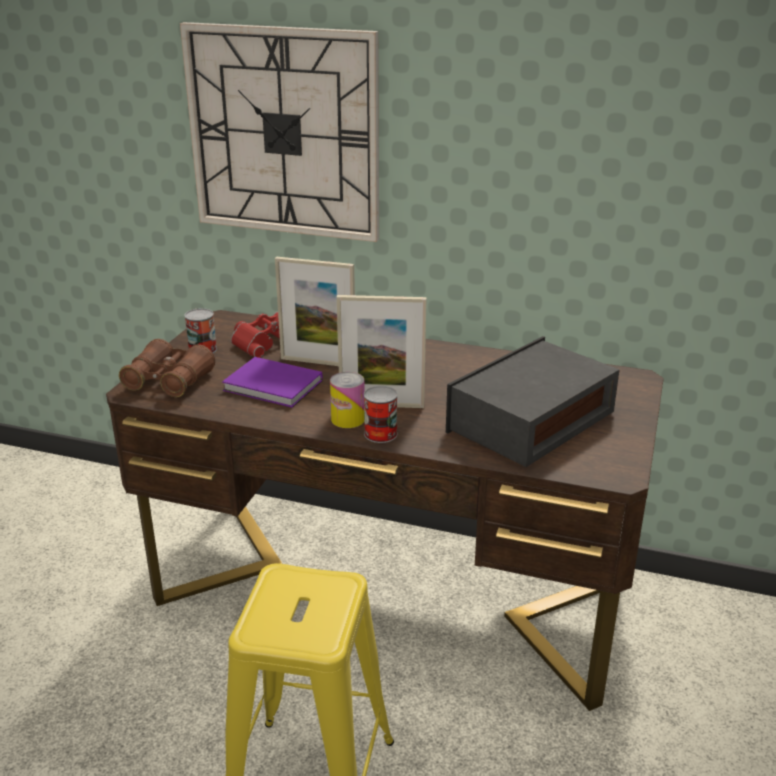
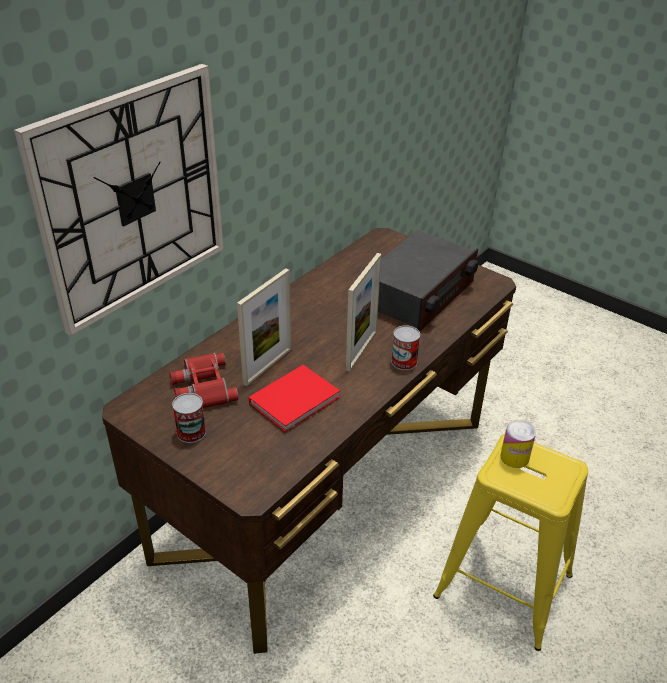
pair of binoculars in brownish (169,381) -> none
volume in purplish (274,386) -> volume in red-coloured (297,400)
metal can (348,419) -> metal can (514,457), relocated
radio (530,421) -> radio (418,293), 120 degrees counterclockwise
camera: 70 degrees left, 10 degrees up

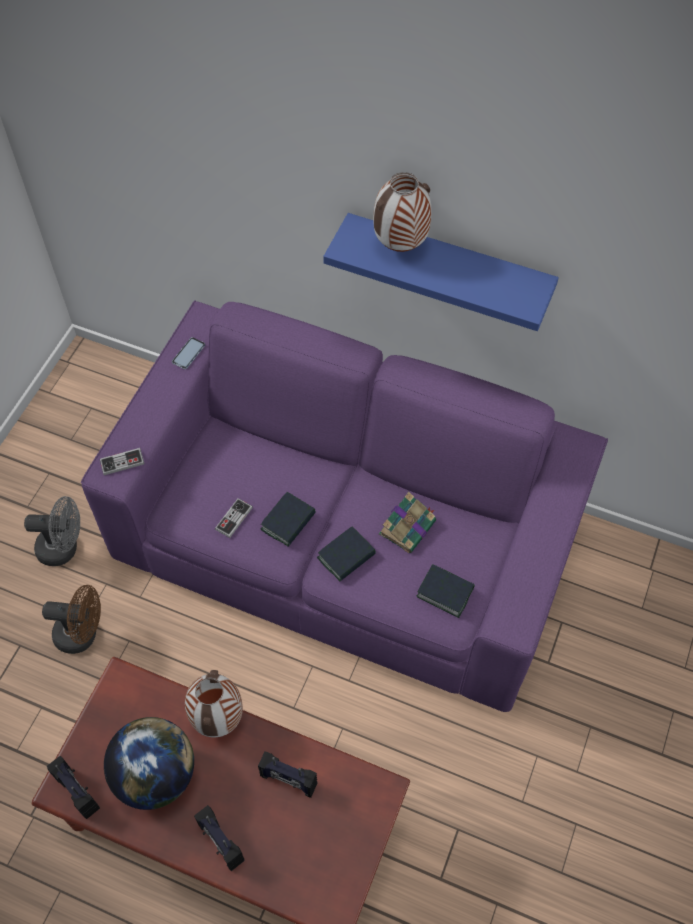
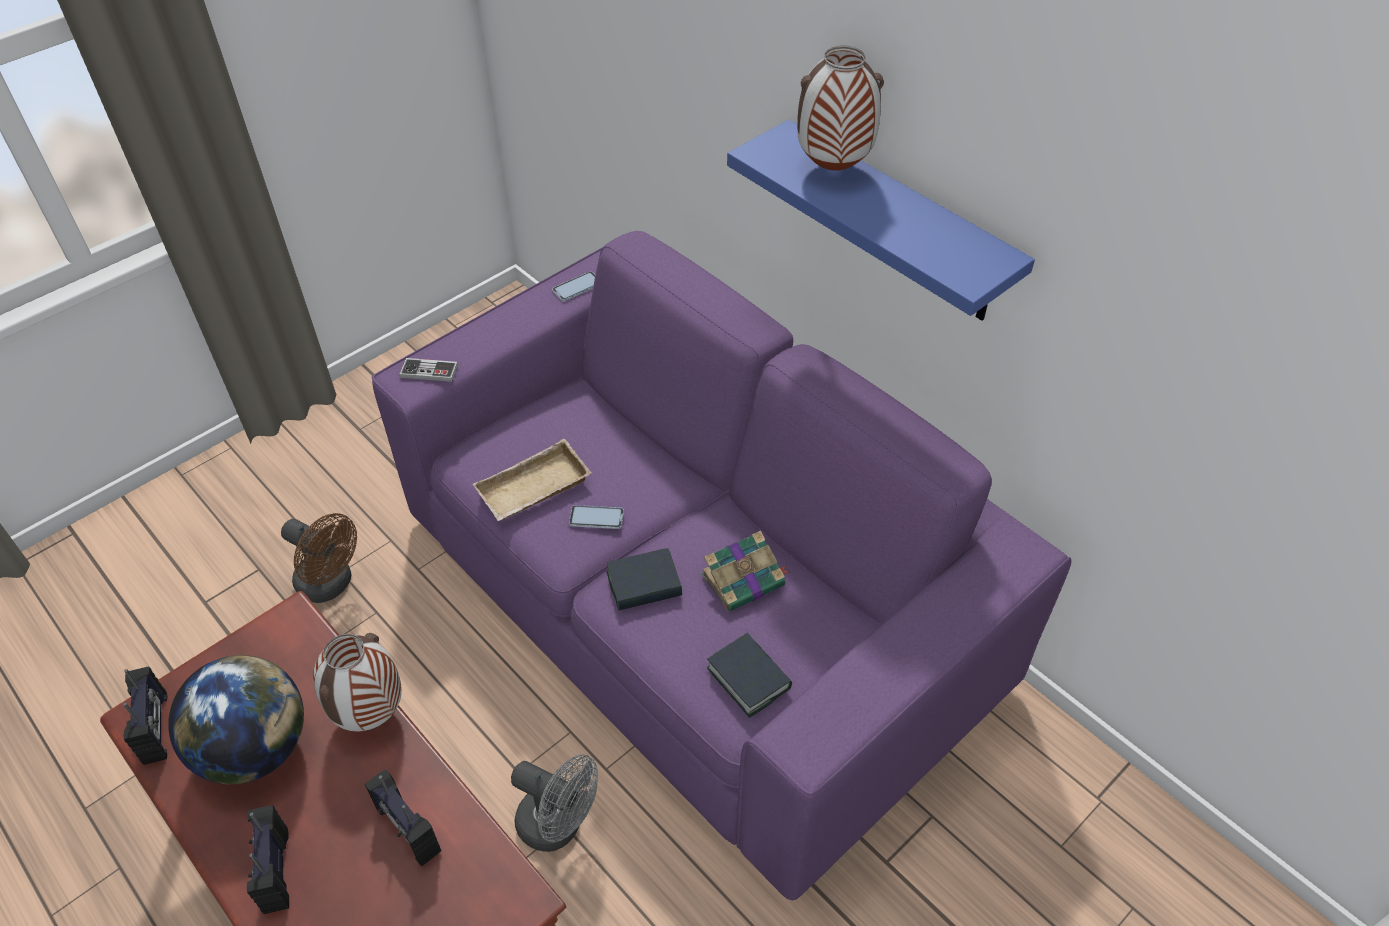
cooling fan in greyish (64,548) -> cooling fan in greyish (559,825), relocated
gamepad (234,518) -> tray in beige-coloured (533,490)
volume (288,522) -> phone (596,518)
camera: 25 degrees right, 10 degrees down

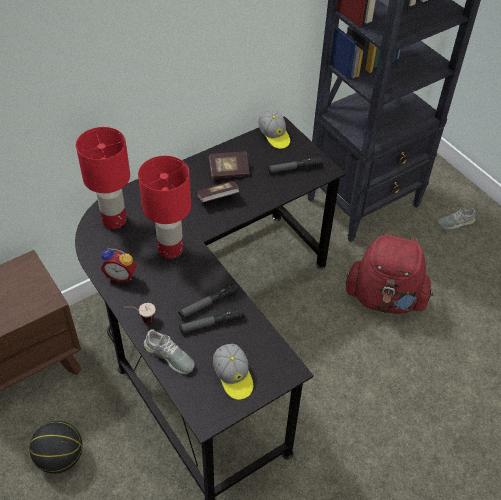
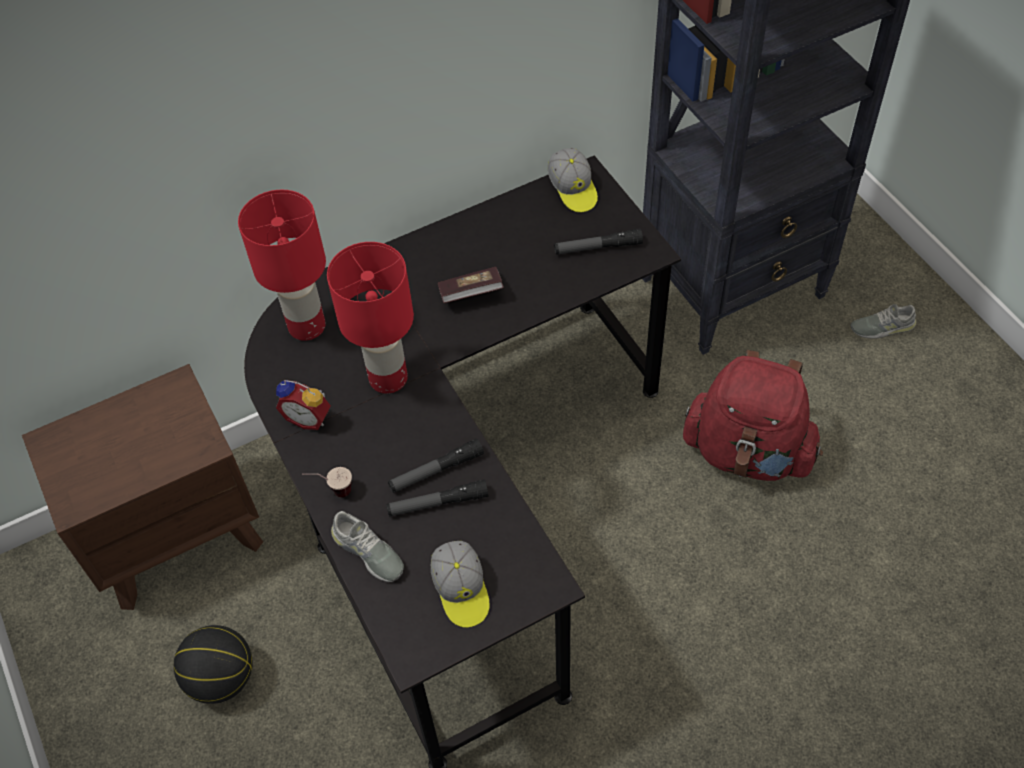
volume (229,171) -> none
camera: 10 degrees right, 5 degrees up

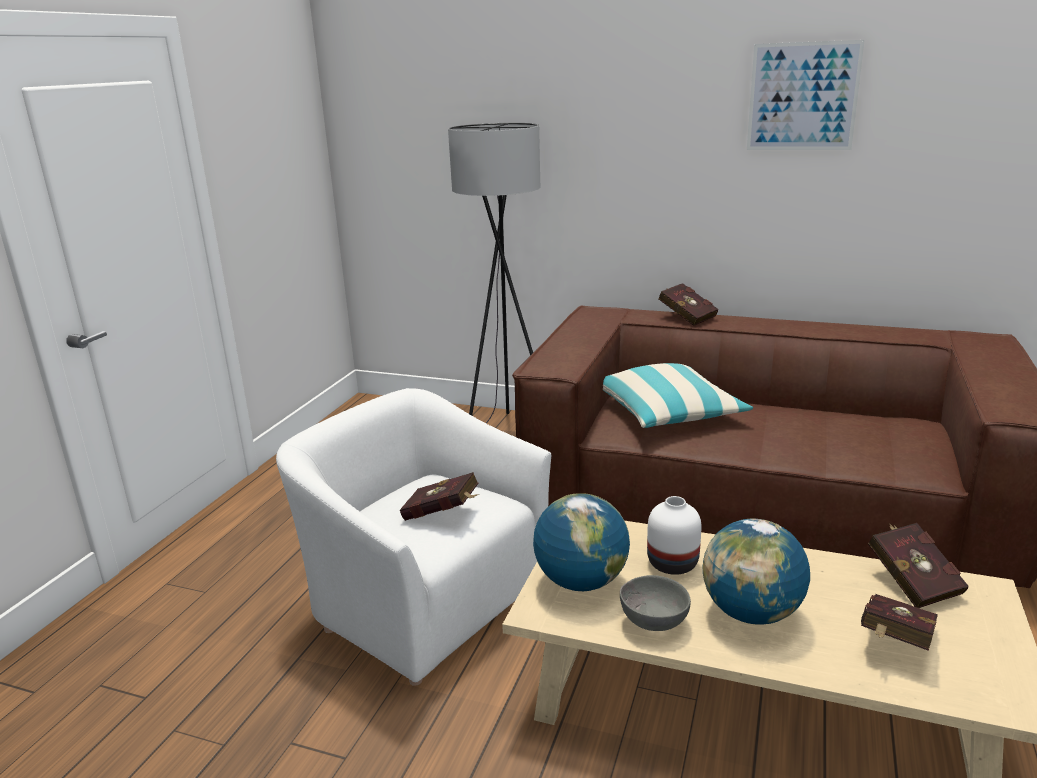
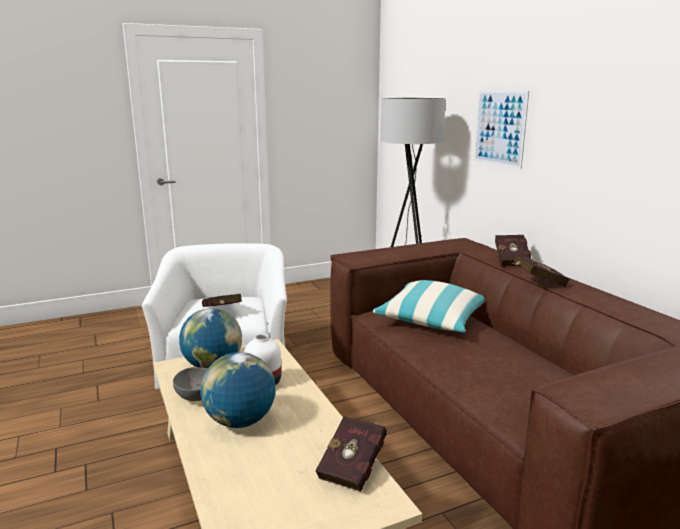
wall picture (803,97) -> wall picture (500,128), relocated
volume in red-coloured (894,643) -> volume in red-coloured (537,283), relocated
camera: 45 degrees right, 5 degrees down

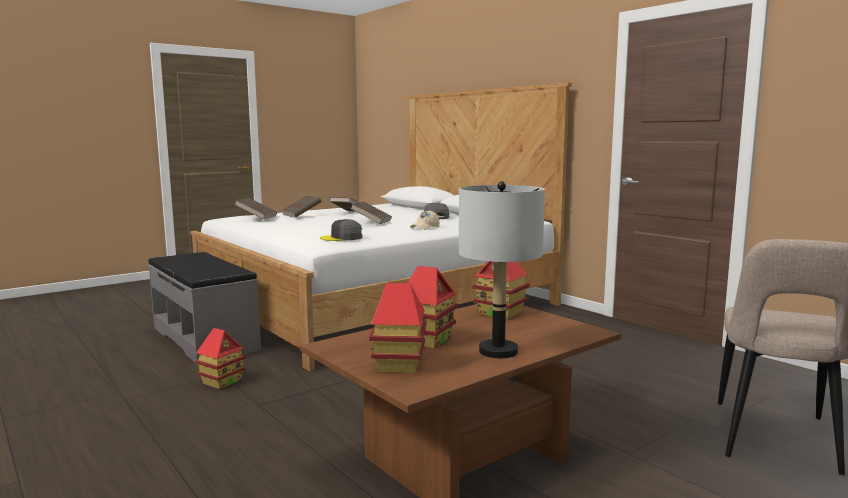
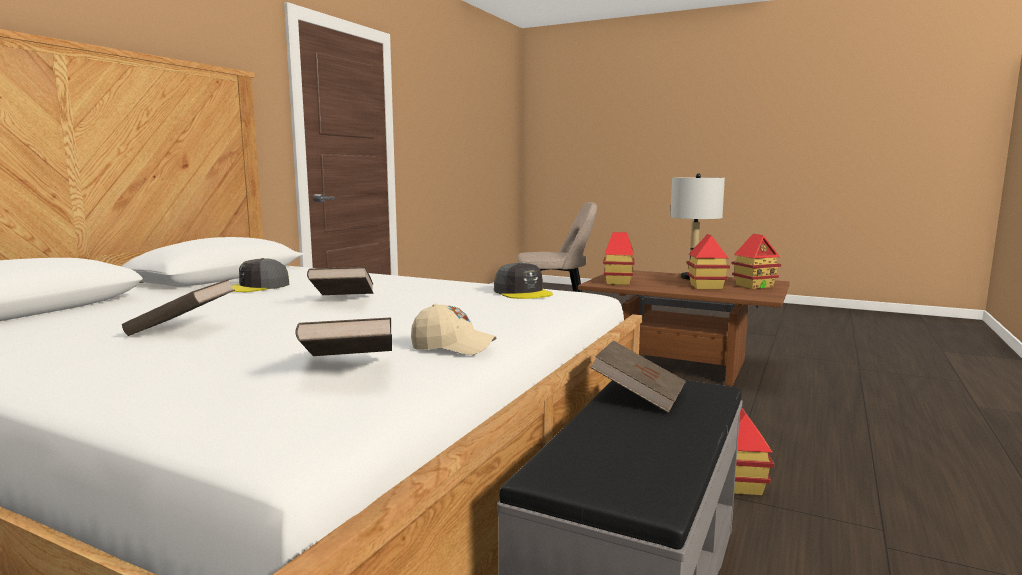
volume in brownish (301,215) -> volume in brownish (638,396), relocated
baseball cap in beige-coloured (425,228) -> baseball cap in beige-coloured (453,347), relocated
camera: 115 degrees left, 0 degrees up

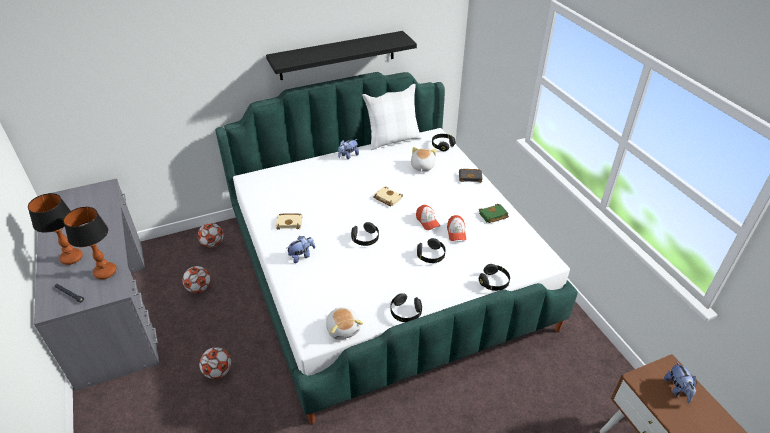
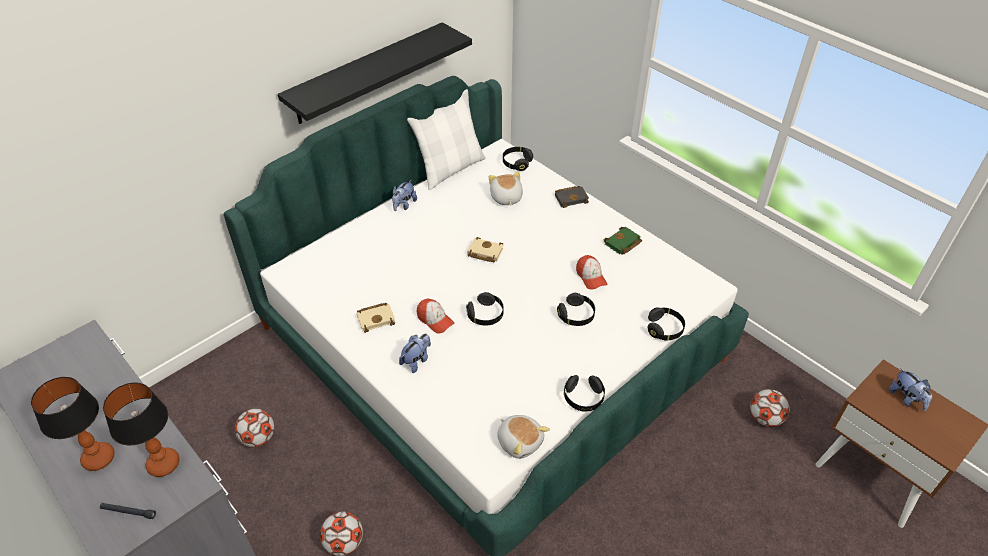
football (213,244) -> football (765,418), relocated
baseball cap (427,221) -> baseball cap (435,320), relocated
camera: 20 degrees left, 5 degrees up

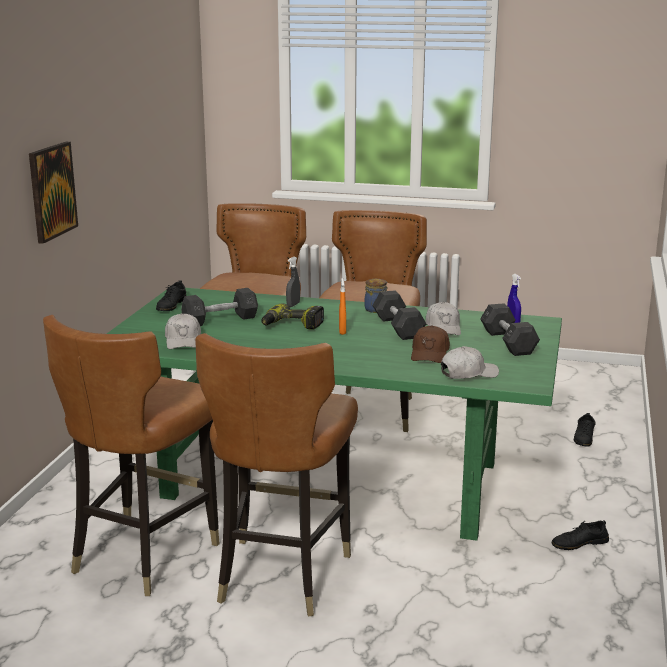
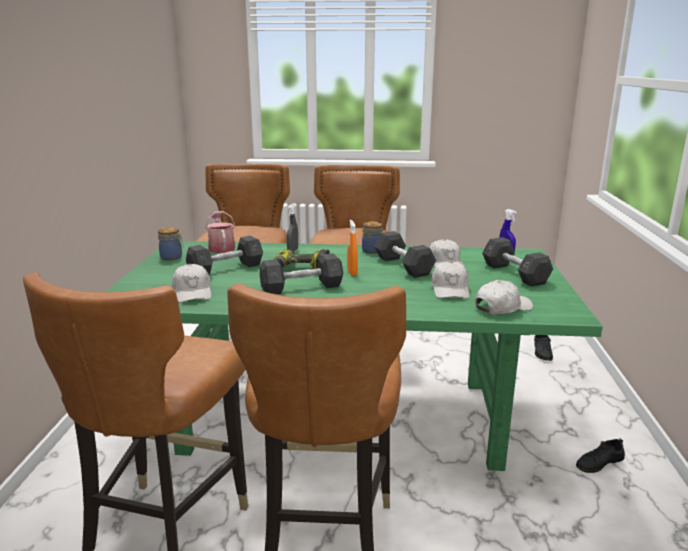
wall picture (52,191) -> none
low shoe in blackish (171,305) -> preserve jar (172,257)
baseball cap in brownish (430,354) -> baseball cap in white-coloured (450,290)
none -> watering can (221,247)
none -> dumbbell in greyish (301,287)
camera: 10 degrees left, 0 degrees up

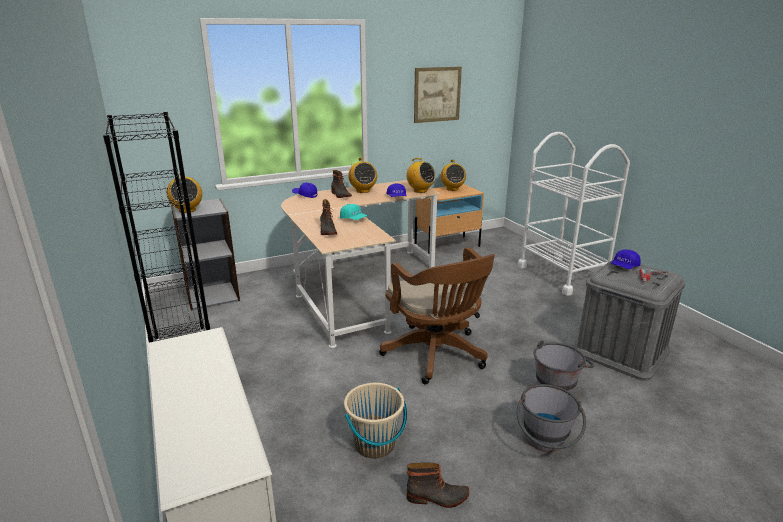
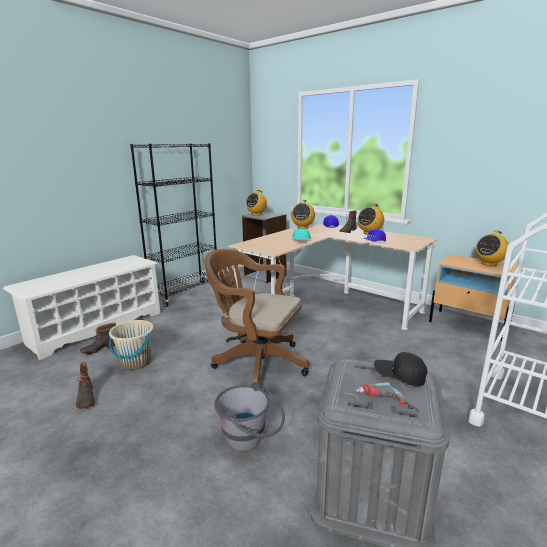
tall boot (327,231) -> tall boot (100,348), relocated
desk chair in brownish (437,356) -> desk chair in brownish (256,362), 75 degrees clockwise
radio (420,191) -> radio (302,227), relocated
wall picture (437,94) -> none
bucket in greyish (545,445) -> none
baseball cap in bluish (624,267) -> baseball cap in blackish (399,376)
camera: 65 degrees right, 5 degrees down

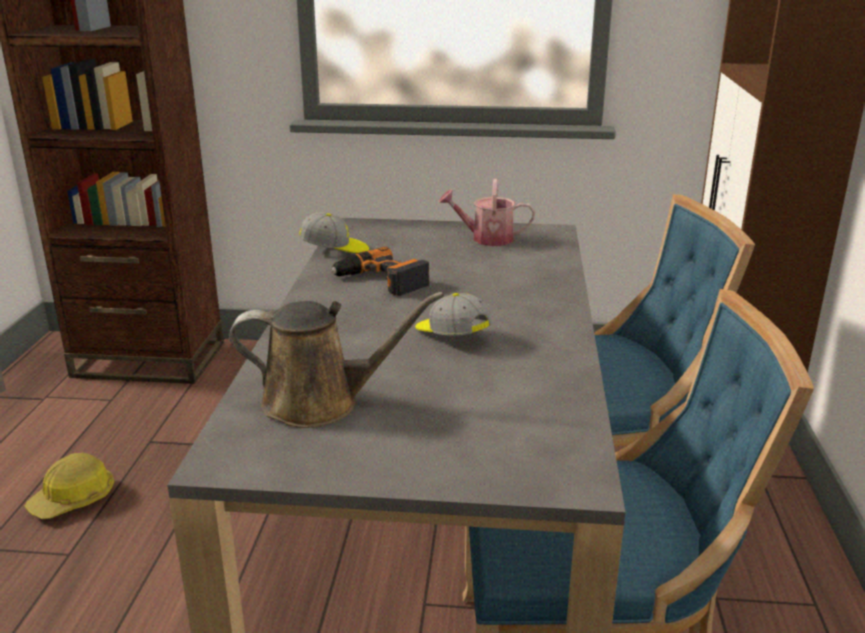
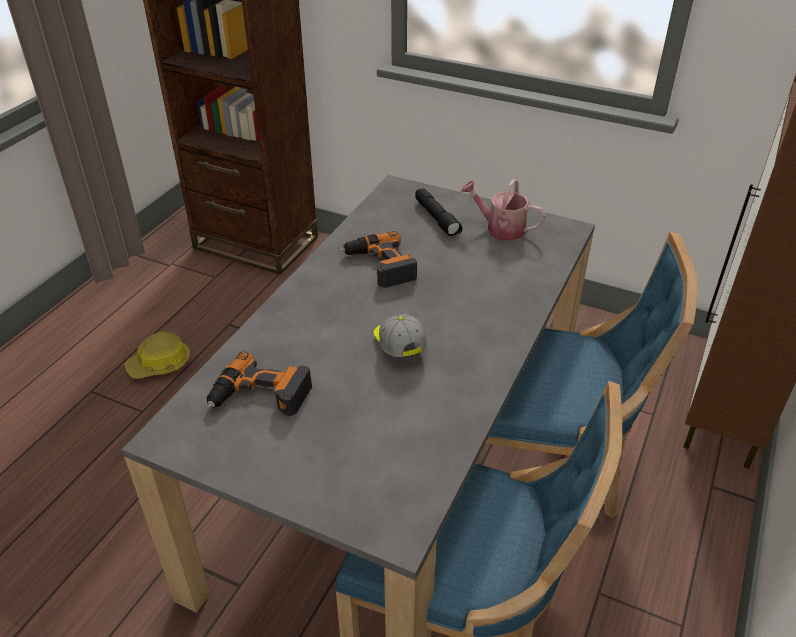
watering can in brownish (320,403) -> power drill (260,396)
baseball cap (335,250) -> none
none -> hand torch in blackish (437,218)
camera: 20 degrees right, 15 degrees up

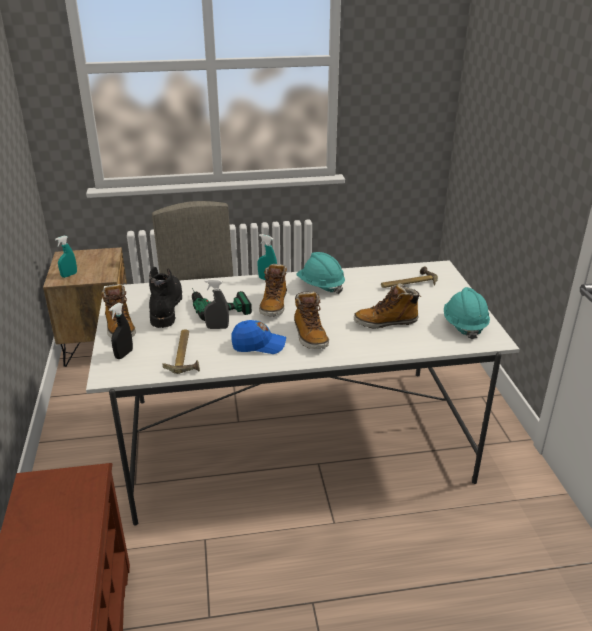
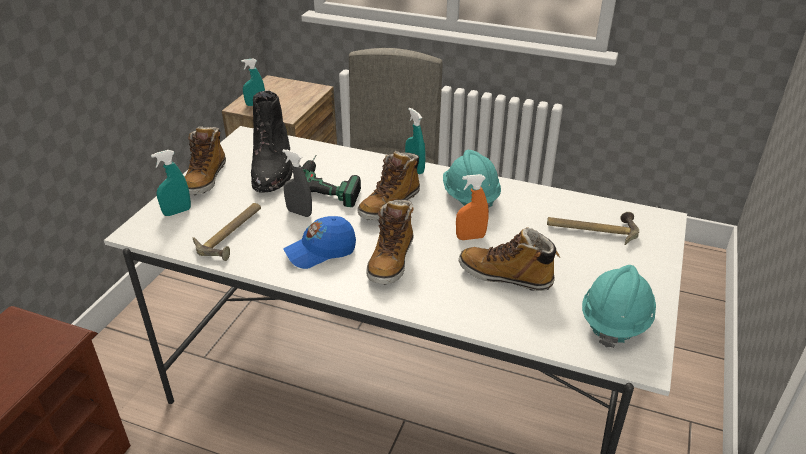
hand sprayer in blackish (124,354) -> hand sprayer in turquoise (177,212)
tall boot in blackish (165,306) -> tall boot in blackish (273,168), 150 degrees clockwise
baseball cap in bluish (258,345) -> baseball cap in bluish (321,251), 120 degrees clockwise
none -> hand sprayer in orangey (470,237)
camera: 30 degrees right, 5 degrees up

